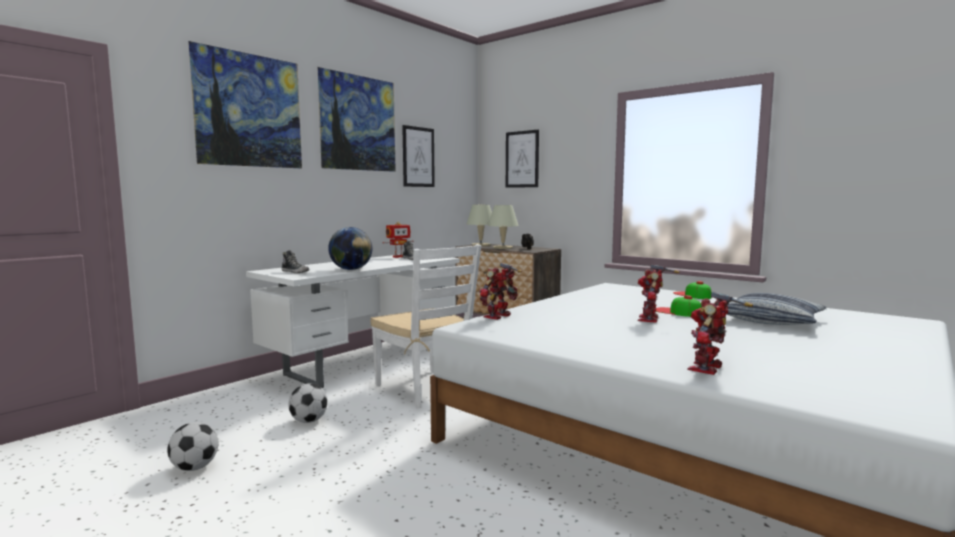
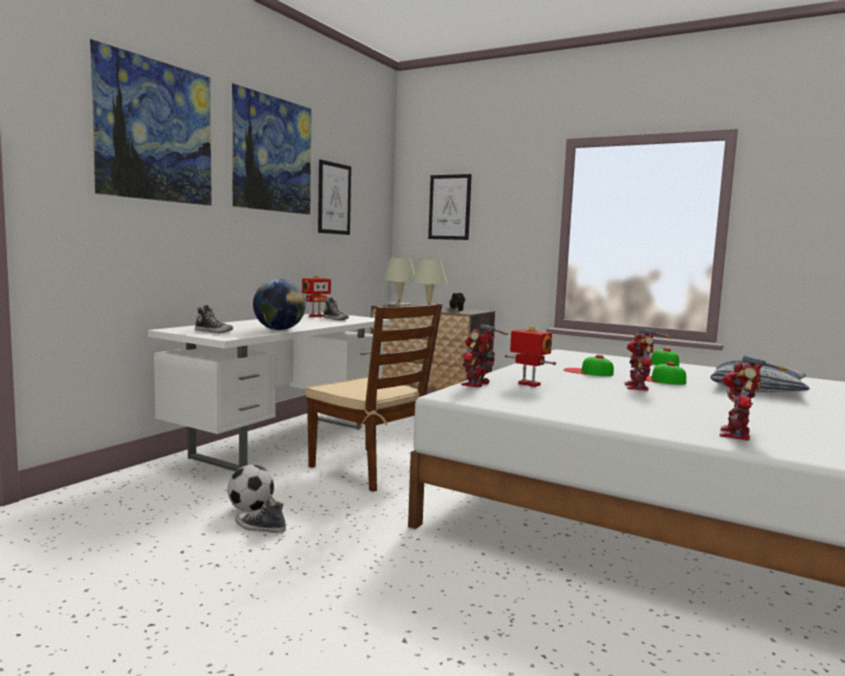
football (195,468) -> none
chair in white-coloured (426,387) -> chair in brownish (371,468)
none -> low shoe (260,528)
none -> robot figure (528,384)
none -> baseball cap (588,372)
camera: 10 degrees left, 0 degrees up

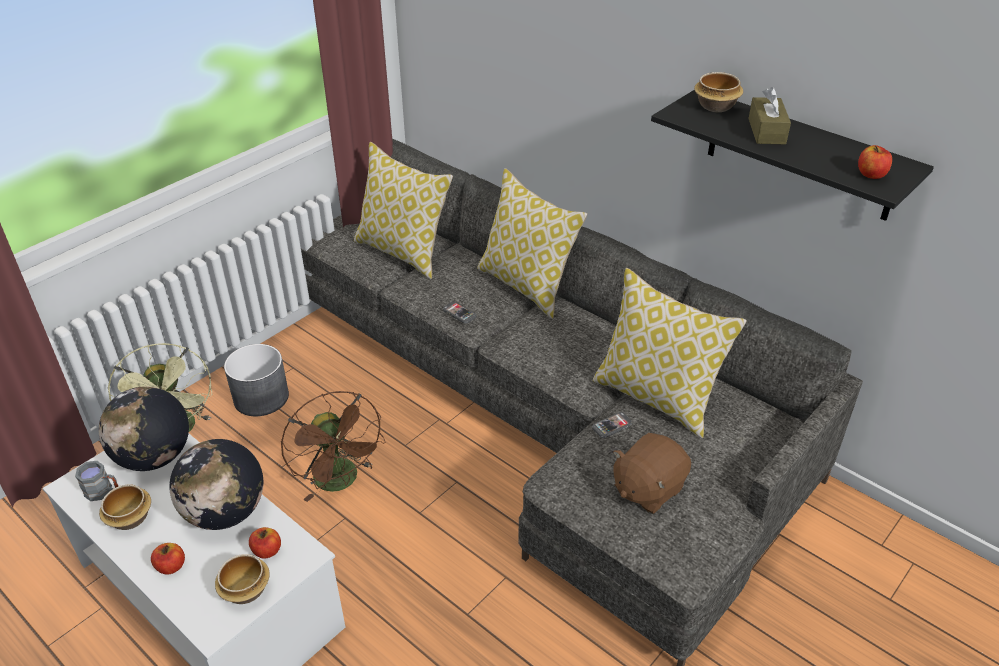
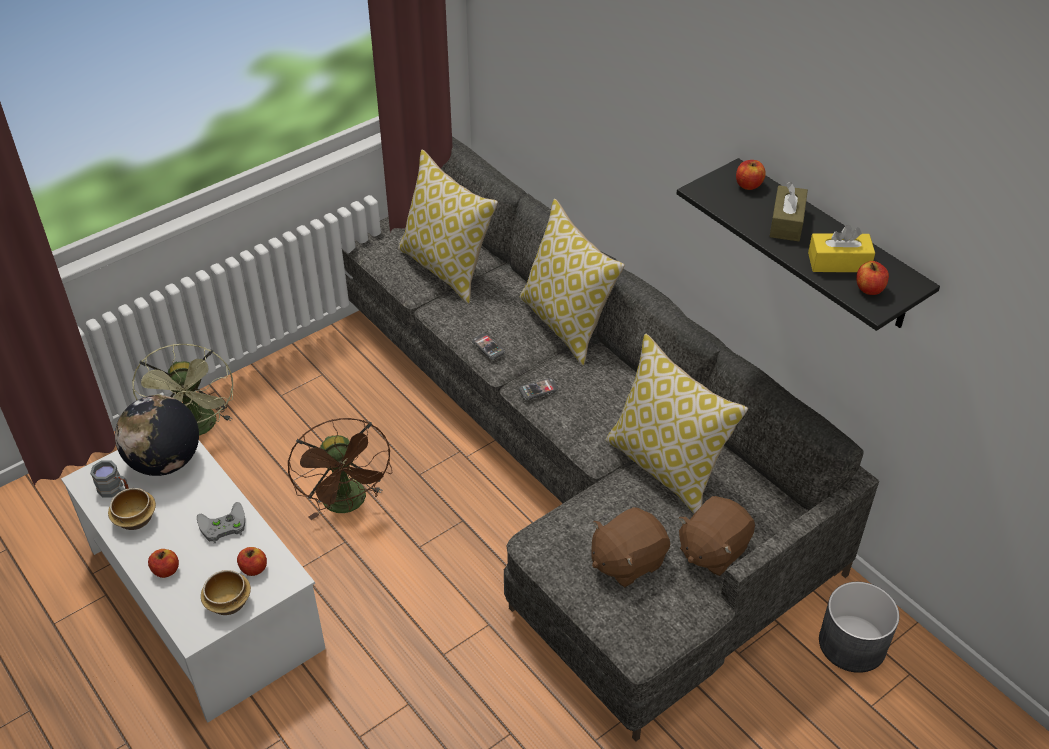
globe (225,513) -> gamepad in greyish (222,526)
flower pot in greyish (261,397) -> flower pot in greyish (852,643), relocated
phone (612,426) -> phone (538,390), relocated
deep dish (717,106) -> apple fruit (748,185)
none -> cuddly toy in brownish (712,550)
none -> tissue holder in yellowish (838,262)
camera: 10 degrees right, 5 degrees up

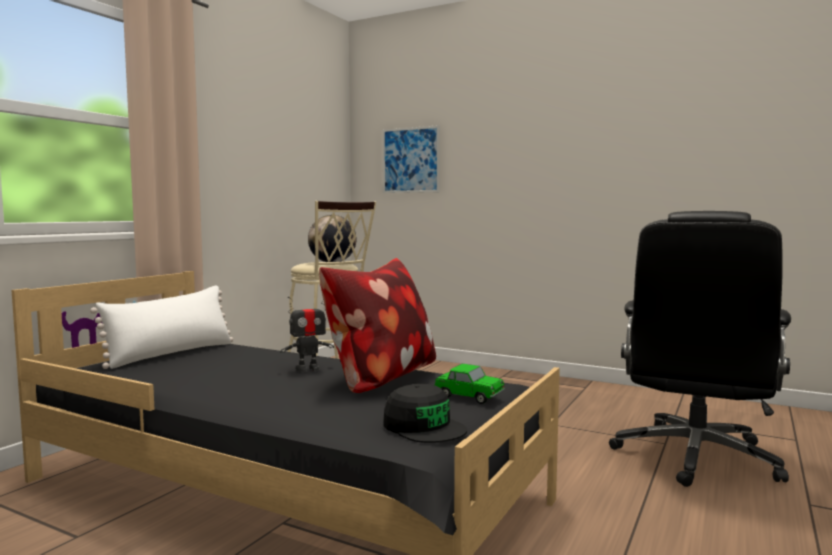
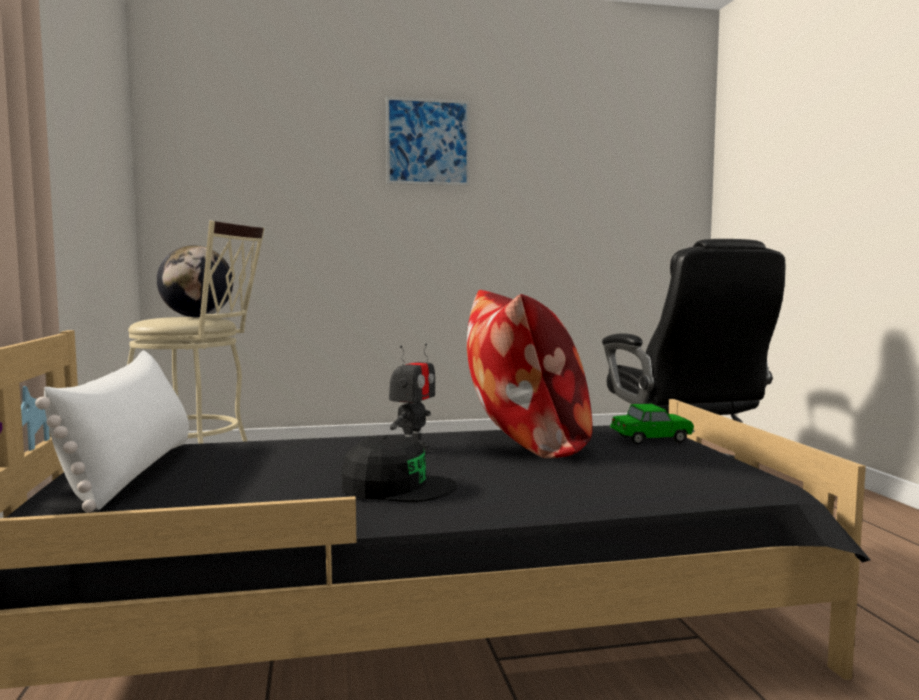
wall picture (410,160) -> wall picture (428,142), relocated
baseball cap in blackish (424,426) -> baseball cap in blackish (397,487), relocated
camera: 40 degrees left, 0 degrees up

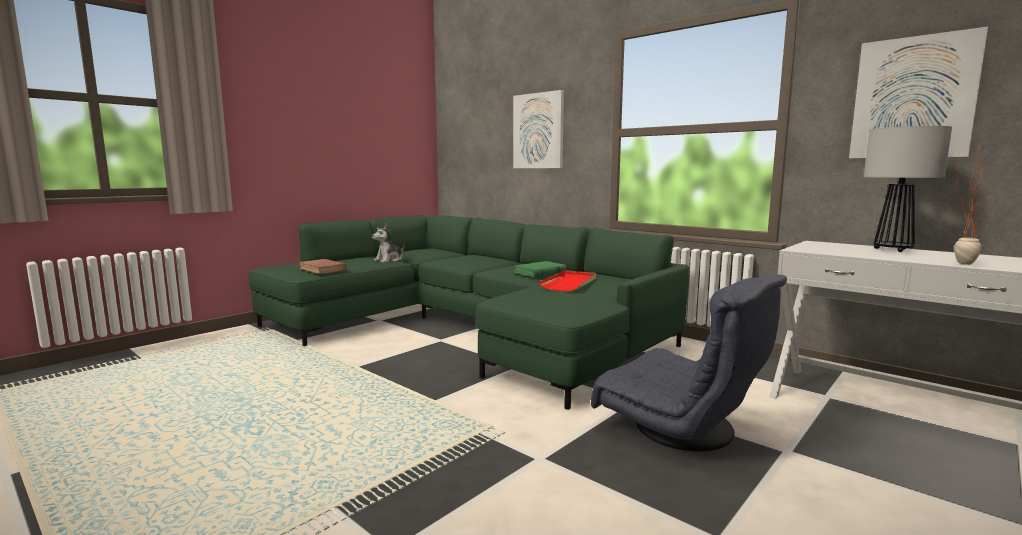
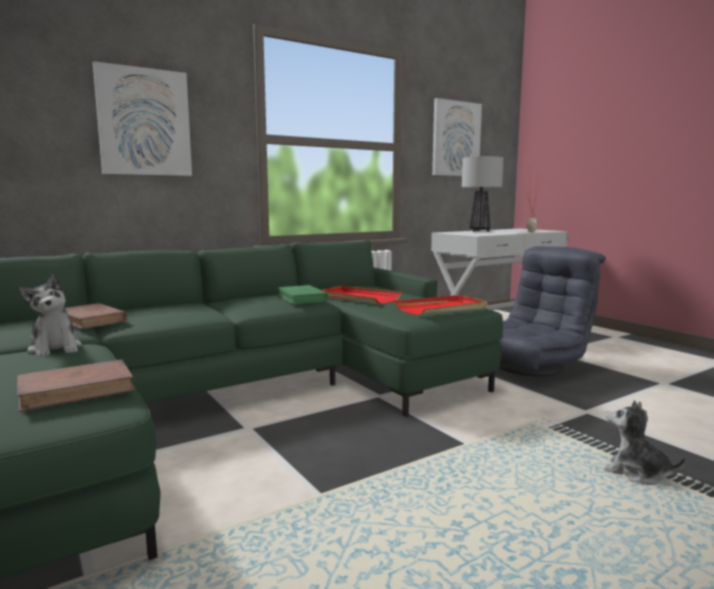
none -> volume in brownish (91,320)
none -> tray in red-coloured (442,308)
none -> cuddly toy (636,473)
camera: 75 degrees left, 0 degrees up

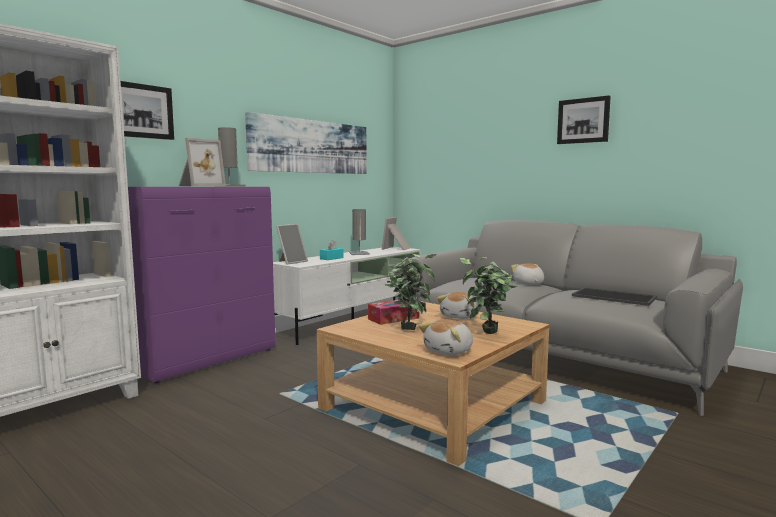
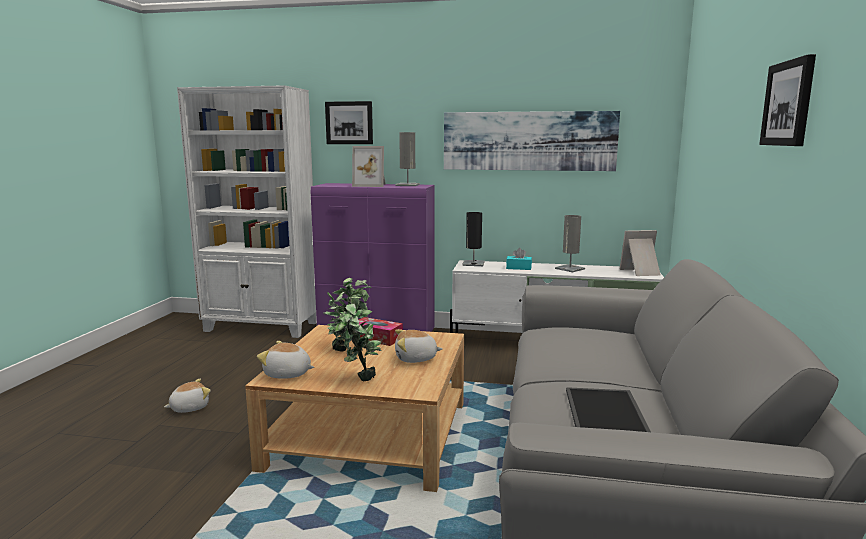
picture frame (291,262) -> lamp for a table in blackish (473,263)
cuddly toy (528,284) -> cuddly toy (189,407), relocated
camera: 60 degrees right, 5 degrees up

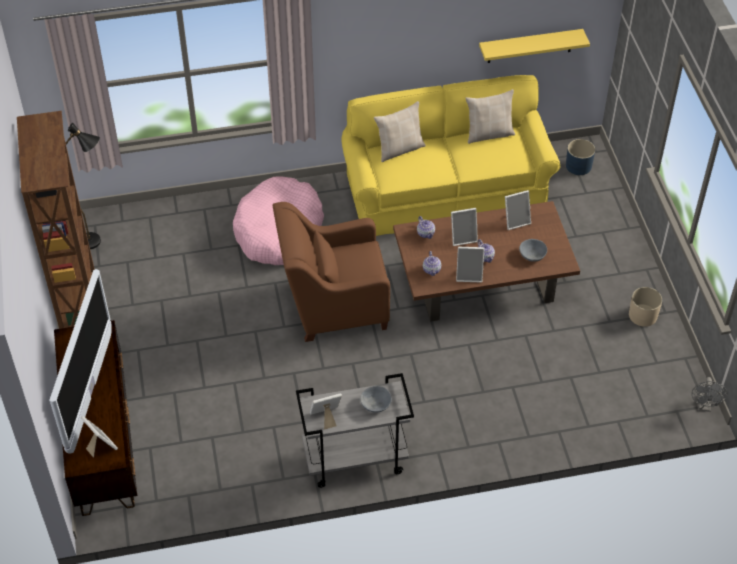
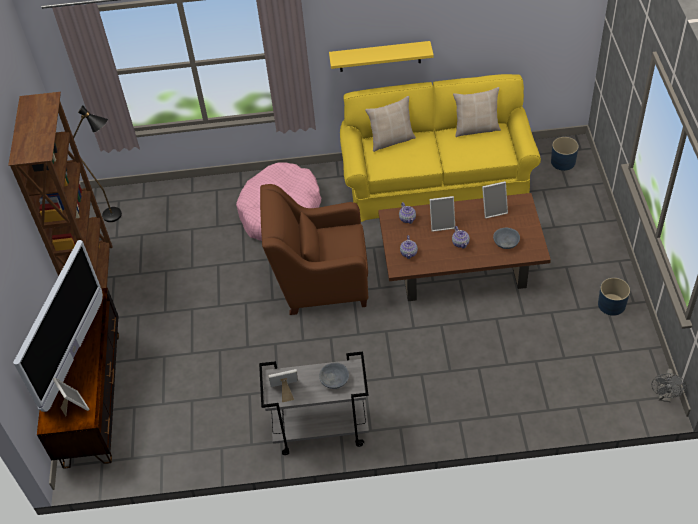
picture frame (469,275) -> none
bracket shelf in yellowish (530,46) -> bracket shelf in yellowish (380,56), relocated
flower pot in beige-coloured (643,315) -> flower pot in bluish (611,304)
camera: 10 degrees right, 0 degrees up

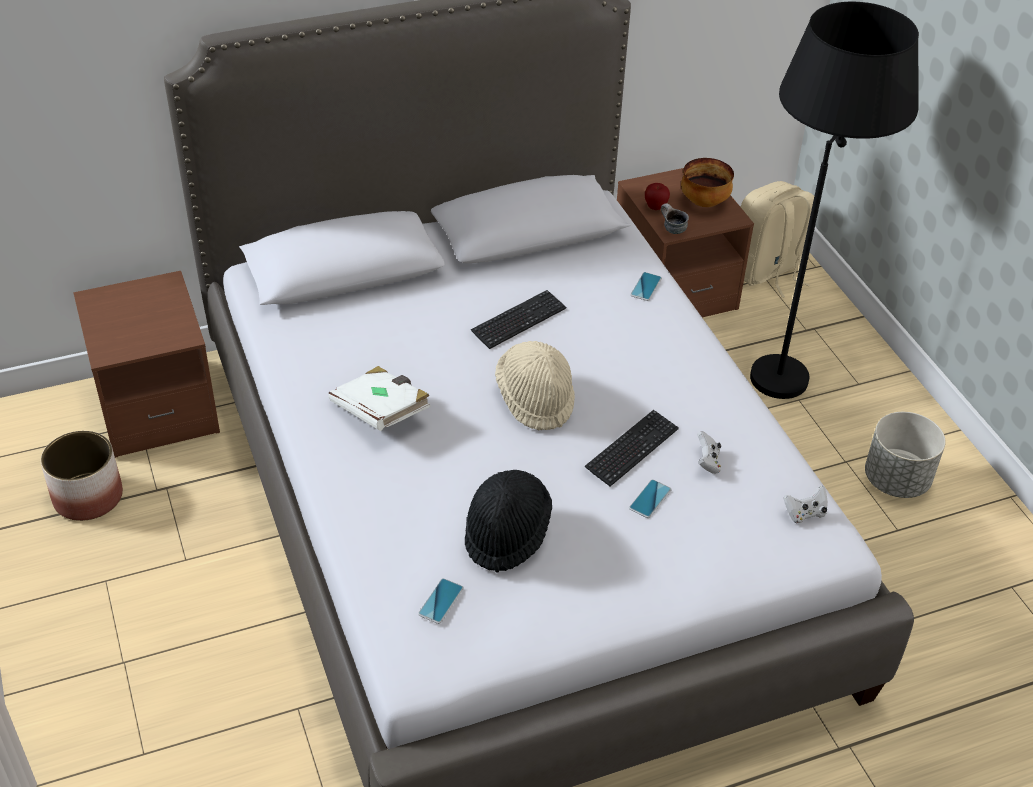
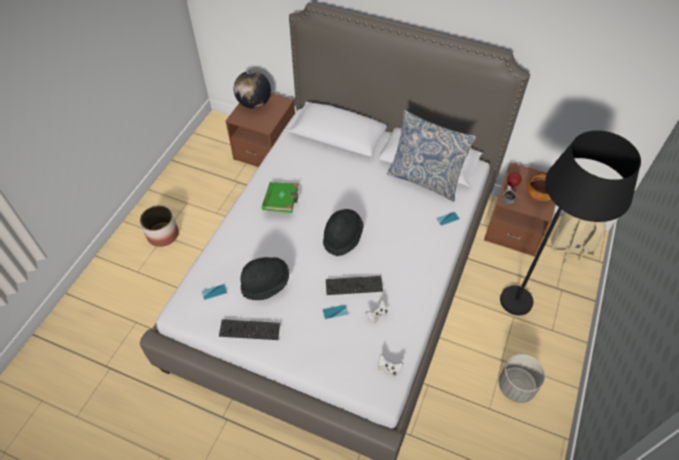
flower pot (87,497) -> flower pot (163,234), relocated
volume in white-coloured (381,412) -> volume in green-coloured (282,203)
keyboard (518,321) -> keyboard (249,330), relocated
hat in beige-coloured (535,399) -> hat in blackish (342,237)
none -> globe (254,103)
none -> pillow (425,179)
camera: 45 degrees right, 10 degrees up

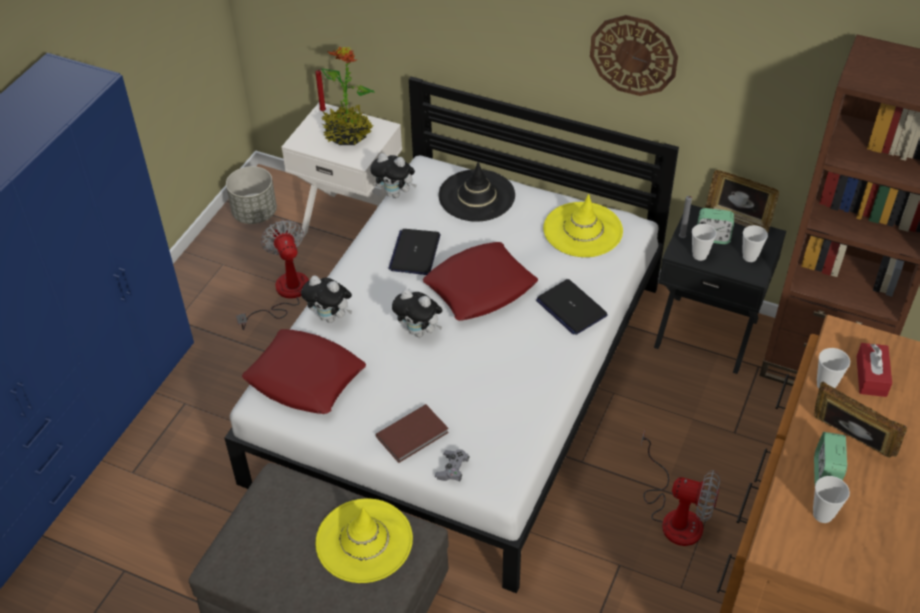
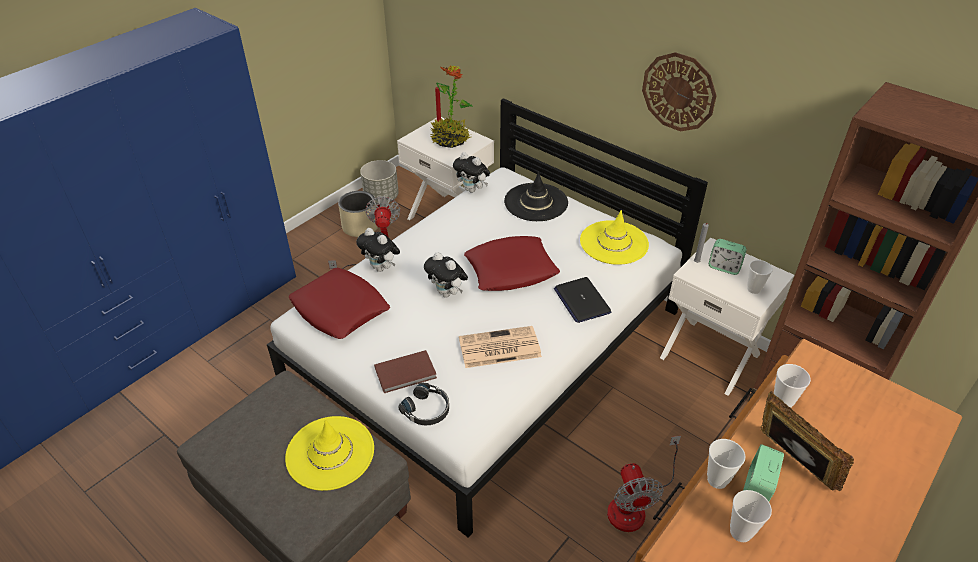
laptop (415,252) -> none
gamepad in greyish (452,469) -> pair of headphones in blackish (427,410)
cooling fan (675,515) -> cooling fan (634,505), 45 degrees clockwise
nightstand in blackish (707,331) -> nightstand in white-coloured (711,355)
cup (699,255) -> cup (717,480), relocated
picture frame (738,219) -> none
tissue holder in red-coloured (871,376) -> none
none -> flower pot in beige-coloured (360,227)
none -> newspaper (498,348)
camera: 15 degrees right, 5 degrees down

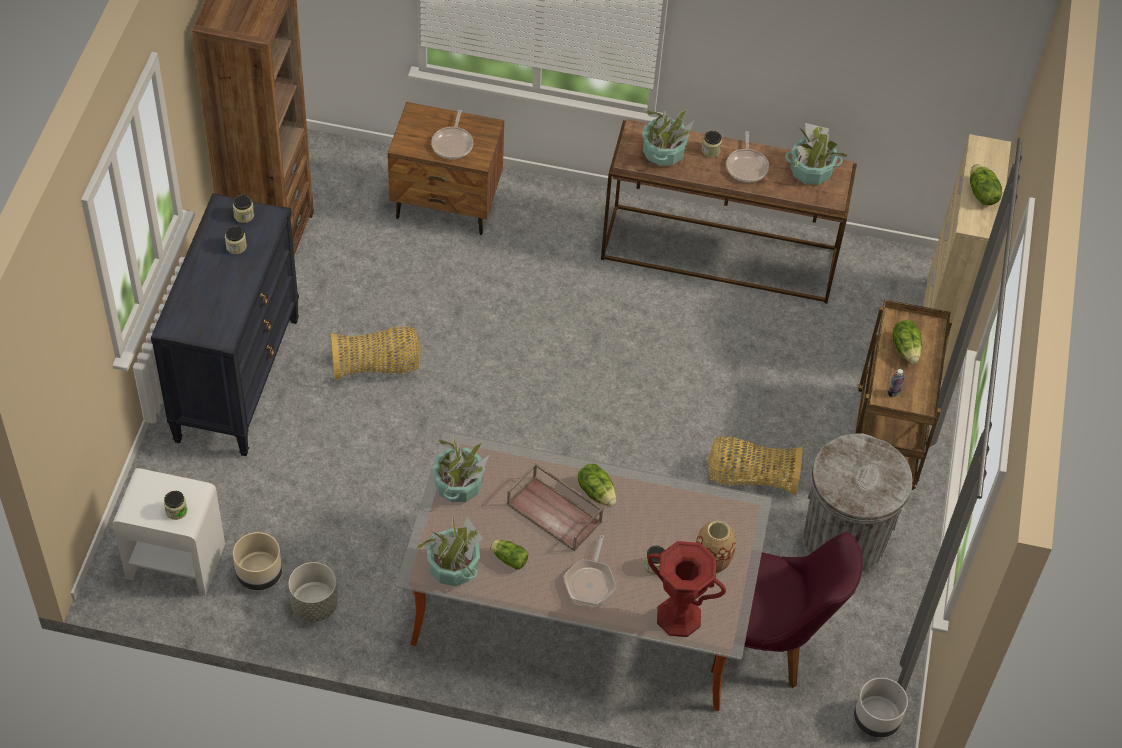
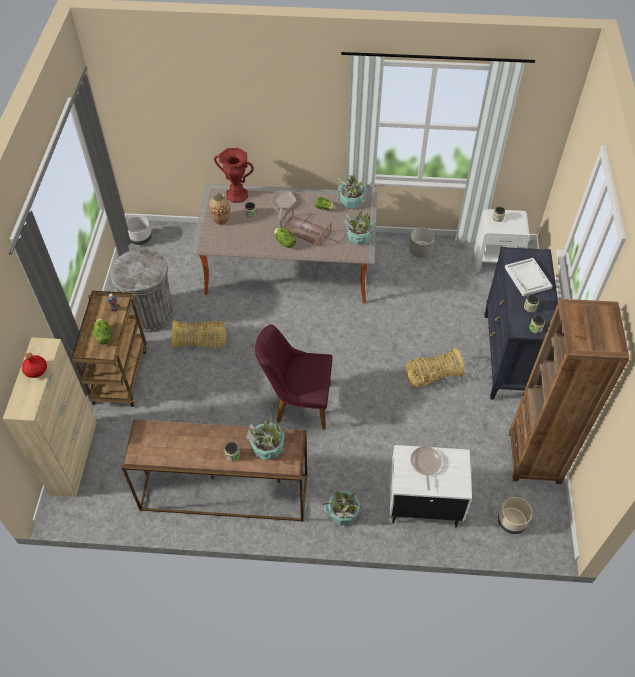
flower pot in beige-coloured (259,574) -> flower pot in beige-coloured (511,521), relocated
nightstand in brownish (447,204) -> nightstand in white-coloured (423,503)
chair in purplish (772,645) -> chair in purplish (297,403), relocated
skillet (747,166) -> none
potted plant (811,171) -> potted plant (343,513), relocated
lettuce (981,194) -> beverage bottle in red-coloured (36,370)
none -> tray in white-coloured (528,278)
camera: 175 degrees right, 0 degrees up

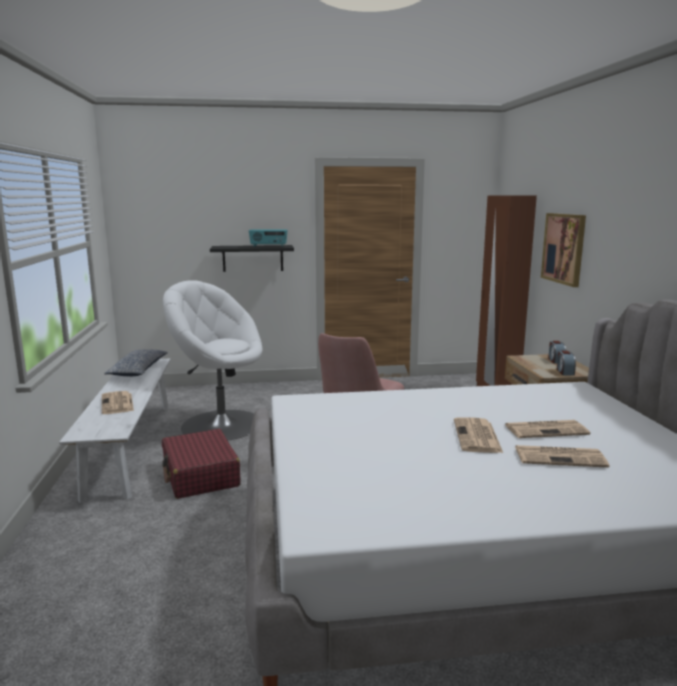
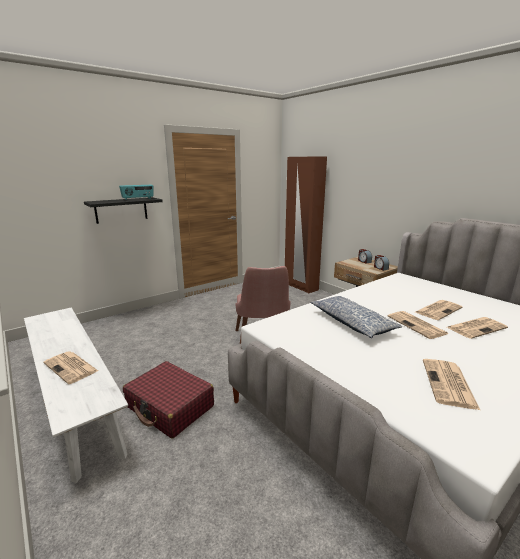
pillow (139,370) -> pillow (352,323), relocated
lounge chair in white-coloured (221,424) -> none
wall picture (564,248) -> none
none -> newspaper (449,384)
camera: 30 degrees left, 5 degrees up

